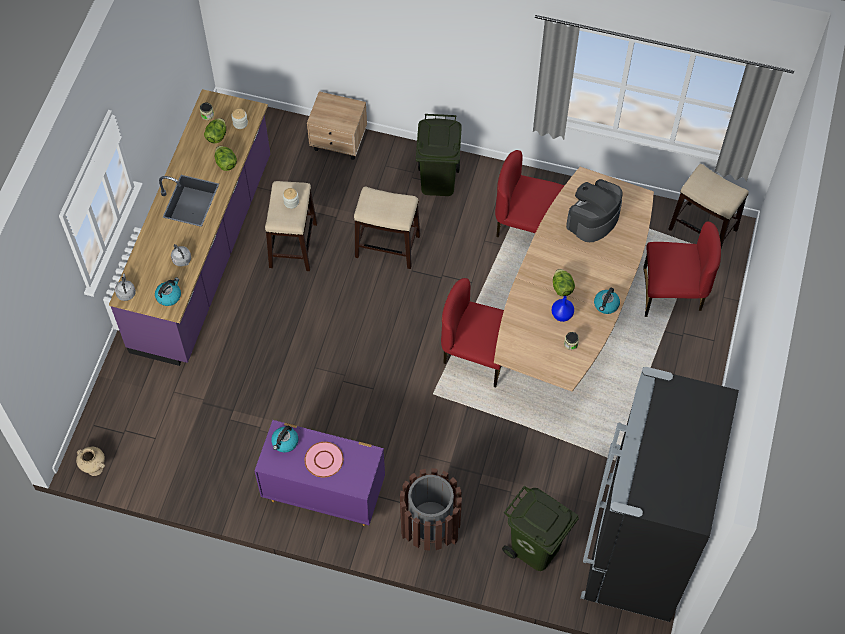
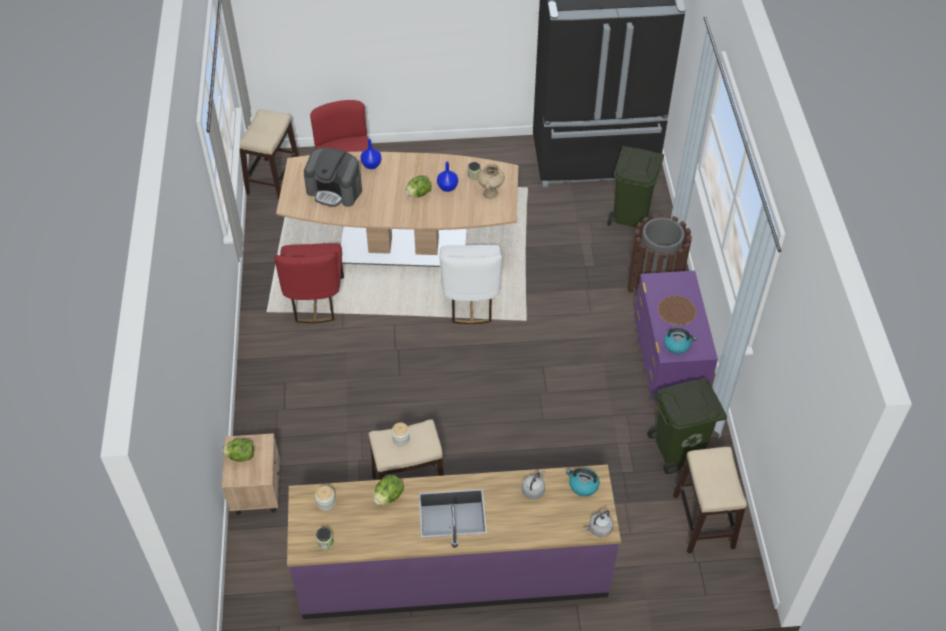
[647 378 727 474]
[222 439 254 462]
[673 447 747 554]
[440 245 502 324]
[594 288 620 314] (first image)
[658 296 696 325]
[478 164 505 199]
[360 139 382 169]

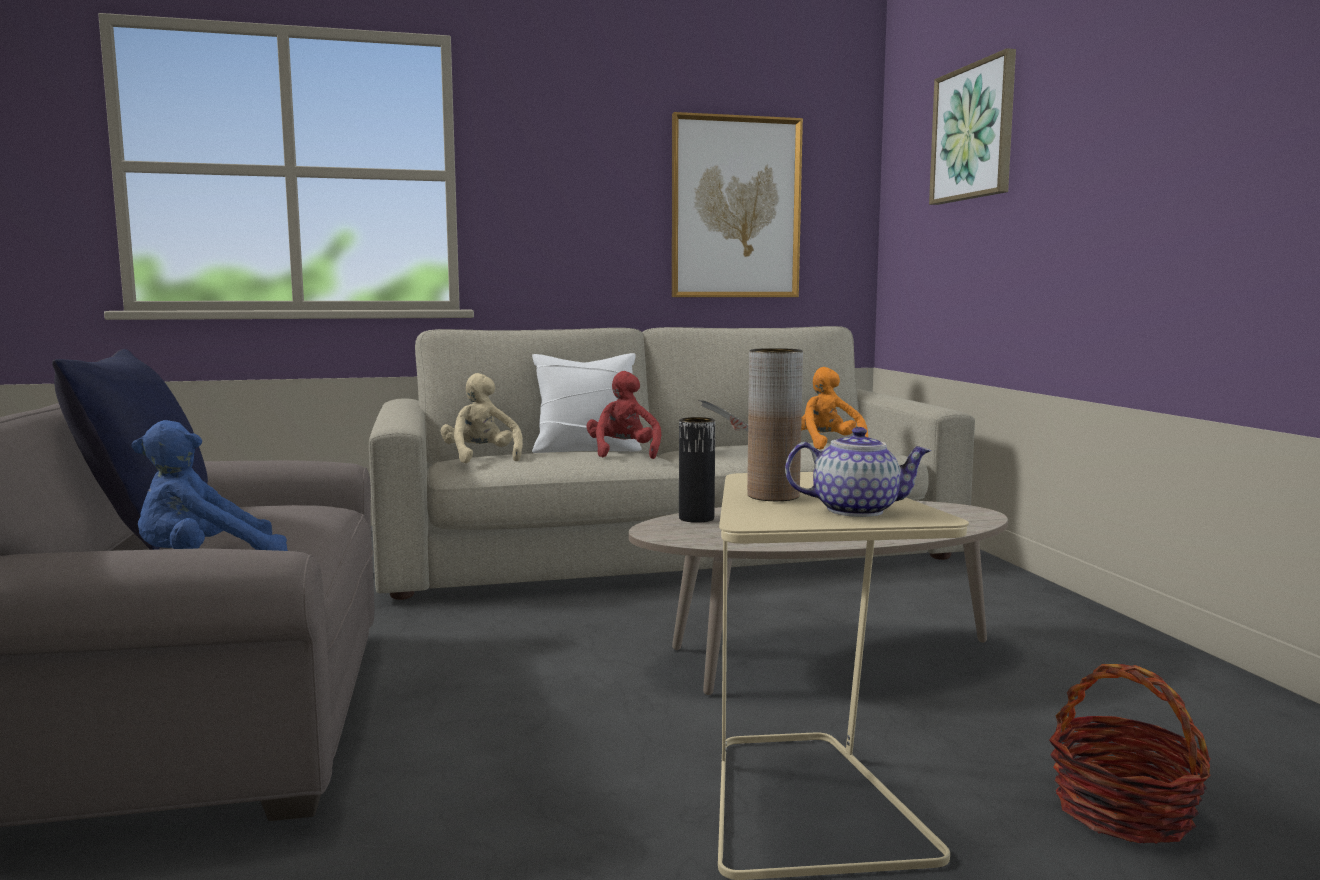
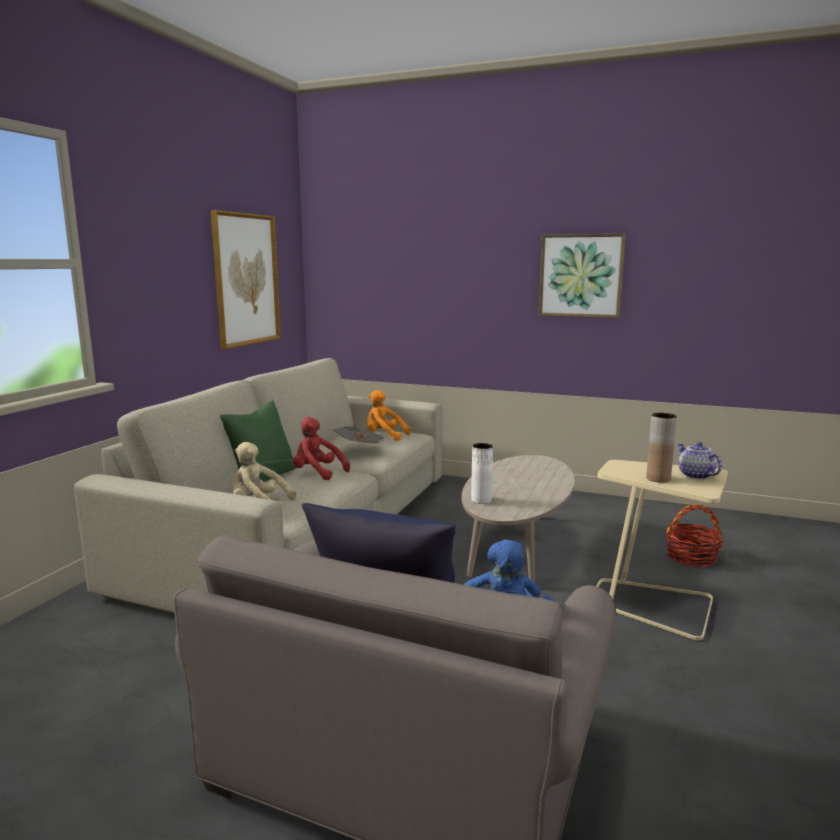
[538 233 626 318]
[220 400 296 482]
[471 443 493 504]
[677 442 722 479]

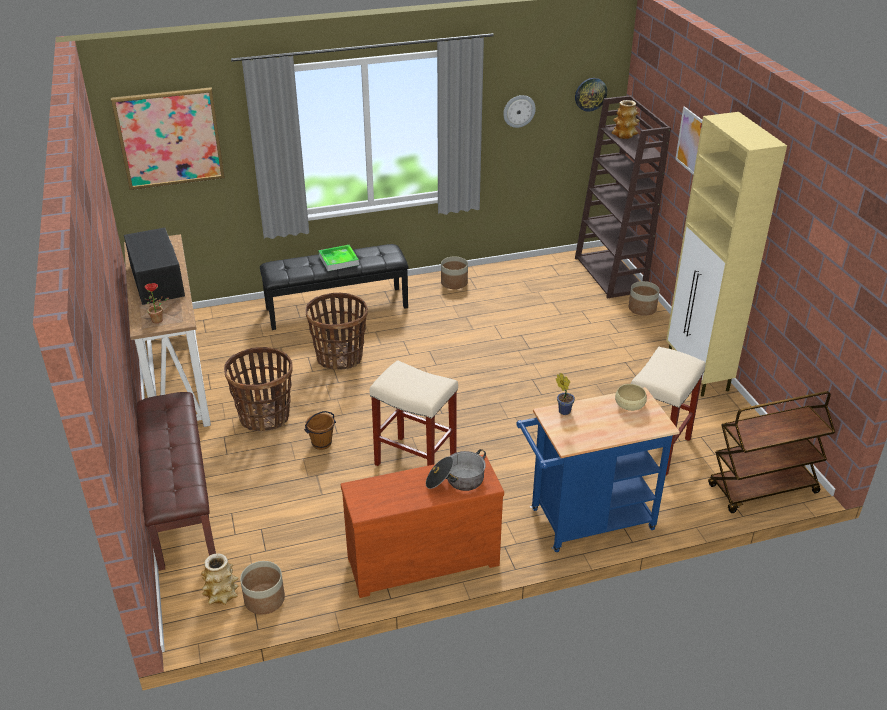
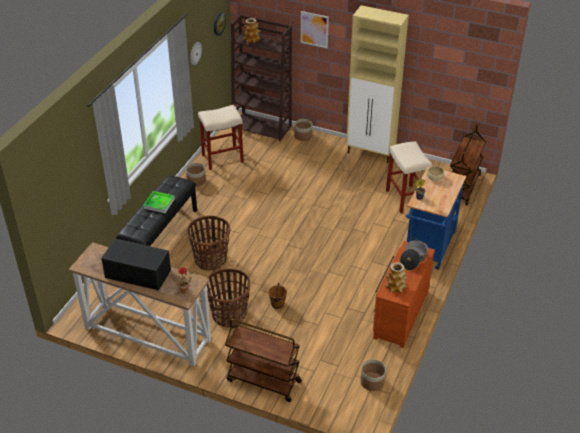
[111 87 225 190] (first image)
[198 105 244 170]
[225 319 302 402]
[385 262 408 293]

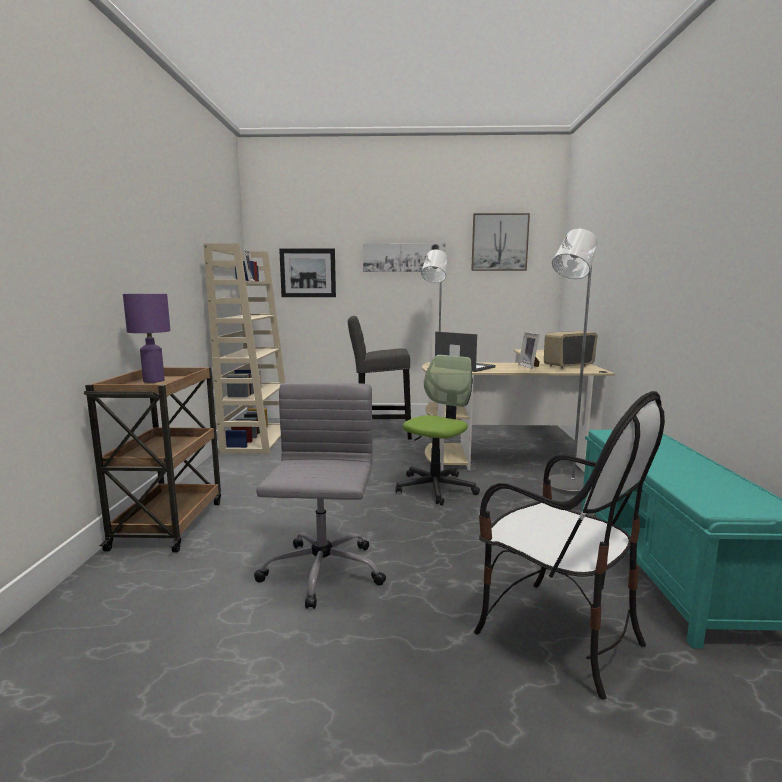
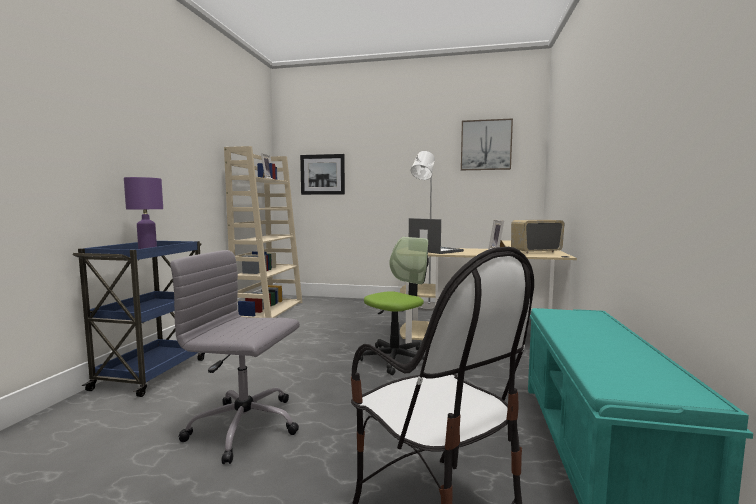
[549 229 598 495] (first image)
[363 243 446 272] (first image)
[348 316 412 440] (first image)
[73 241 205 397]
[170 250 300 464]

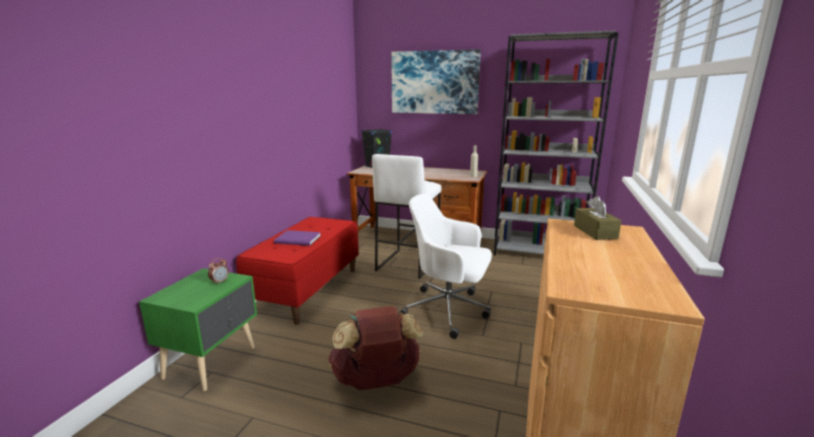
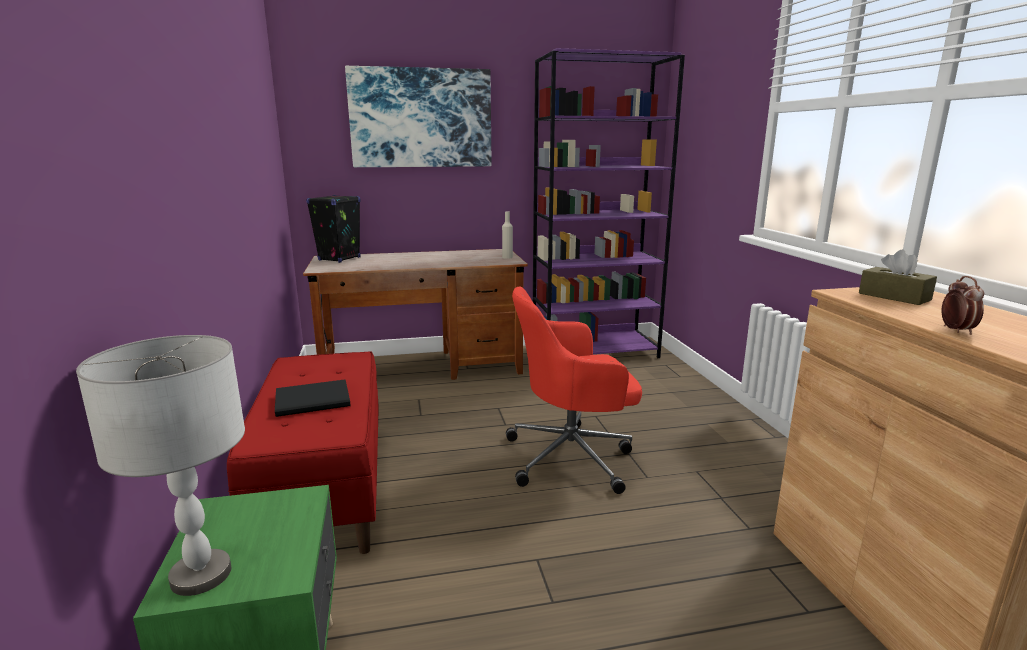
[533 48 685 358]
[372 154 441 279] (first image)
[506 287 642 494]
[275 379 350 417]
[941 276 984 335]
[328 306 423 390] (first image)
[76 335 245 596]

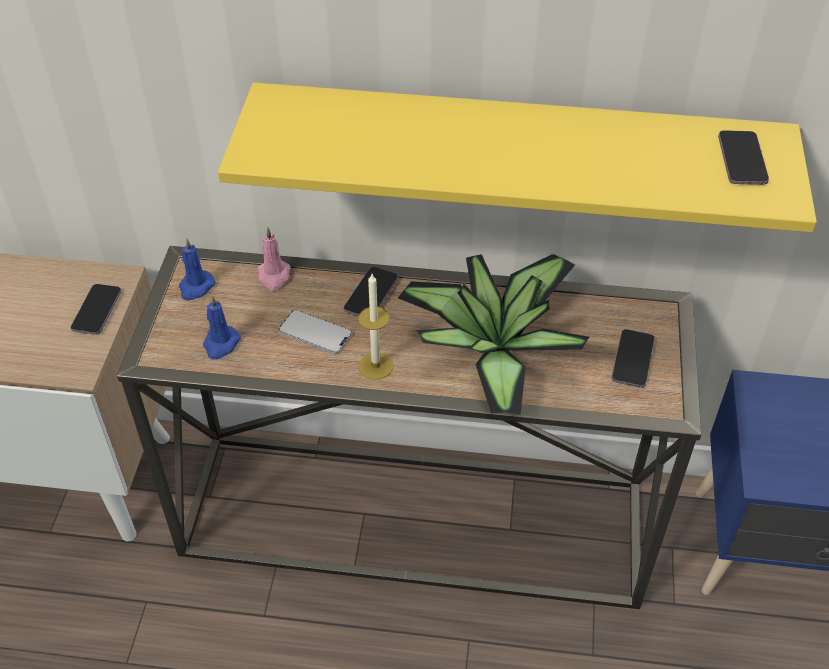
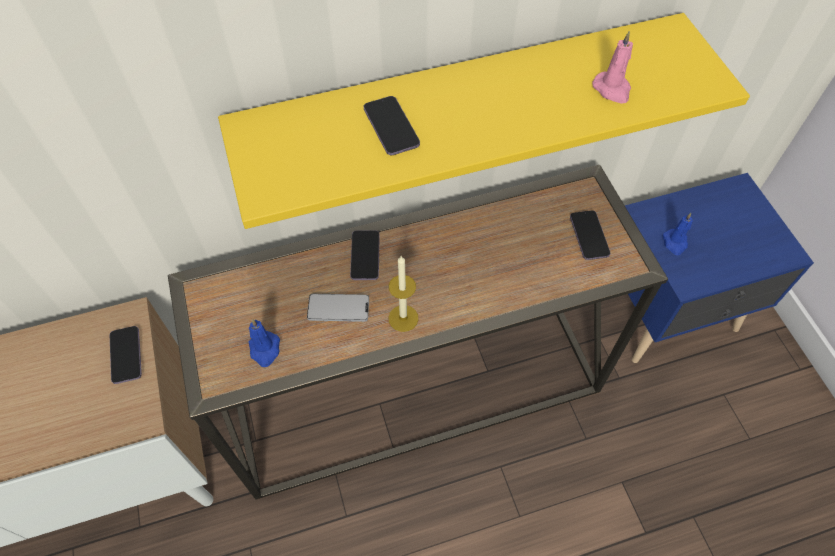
[364 96 420 155]
[592 31 633 104]
[662 213 693 255]
[398 254 590 415] (first image)

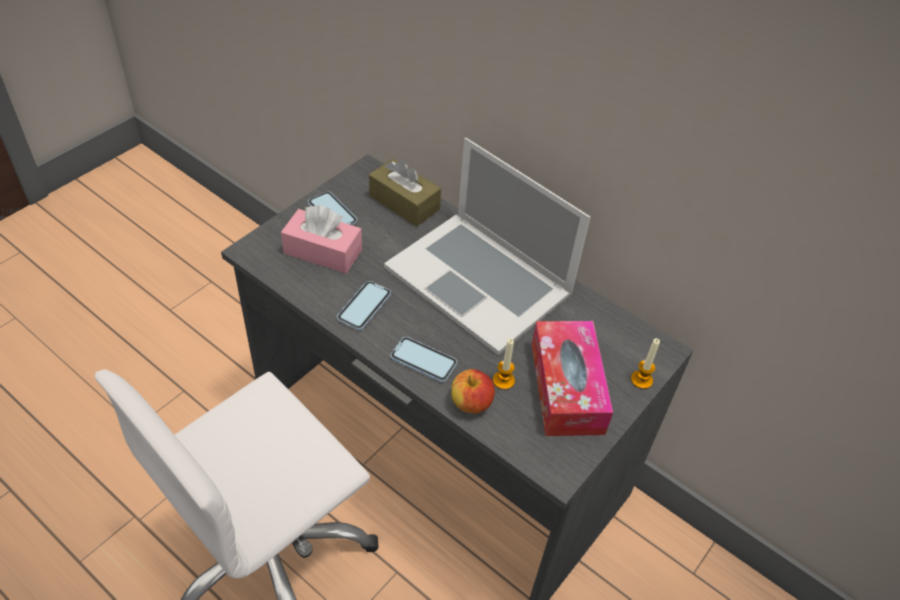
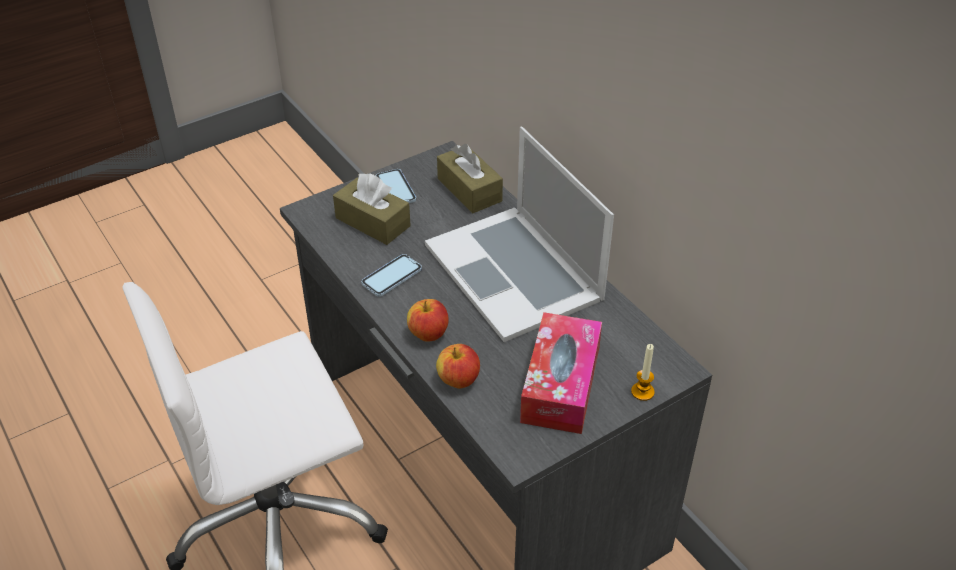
[333 173 411 245]
[407 299 449 342]
[493 338 515 390] (first image)

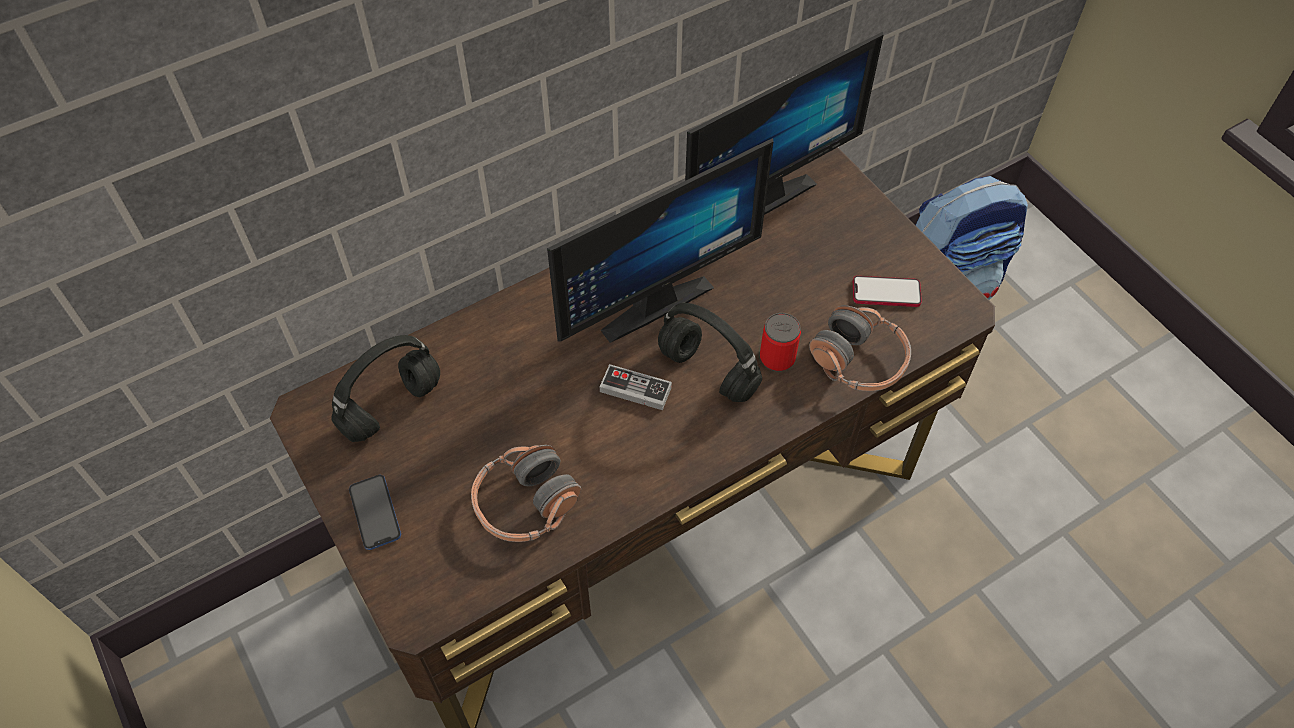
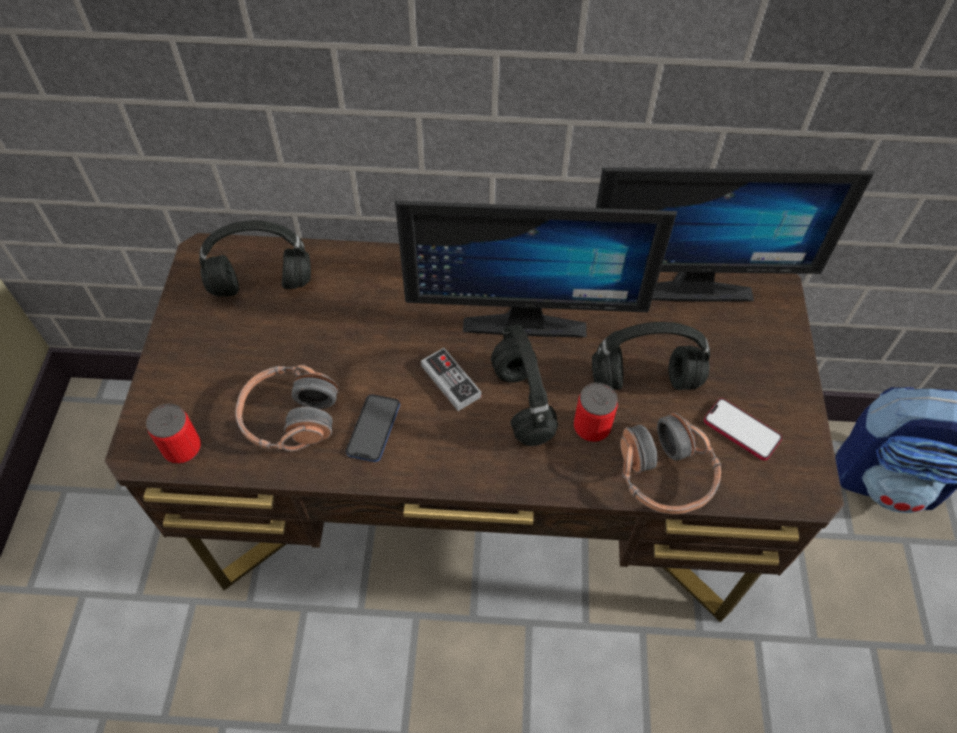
[346 394 400 462]
[592 322 710 390]
[146 404 201 464]

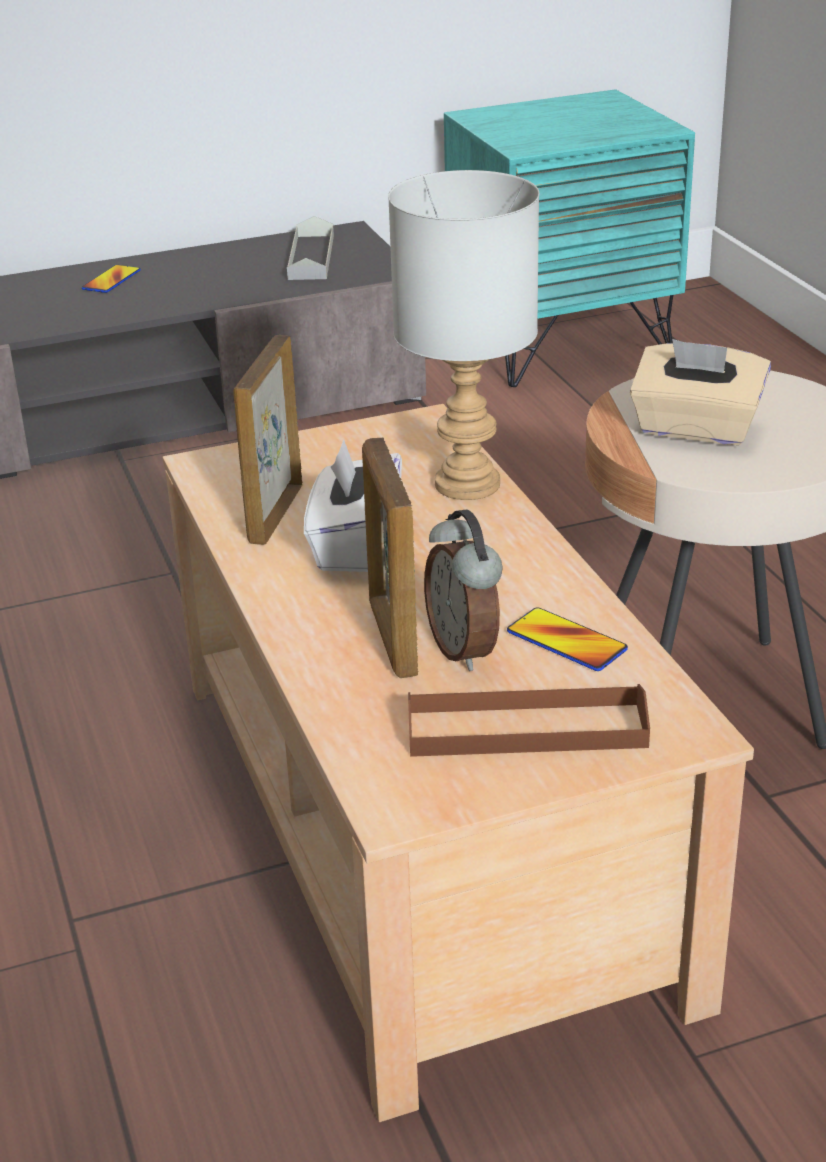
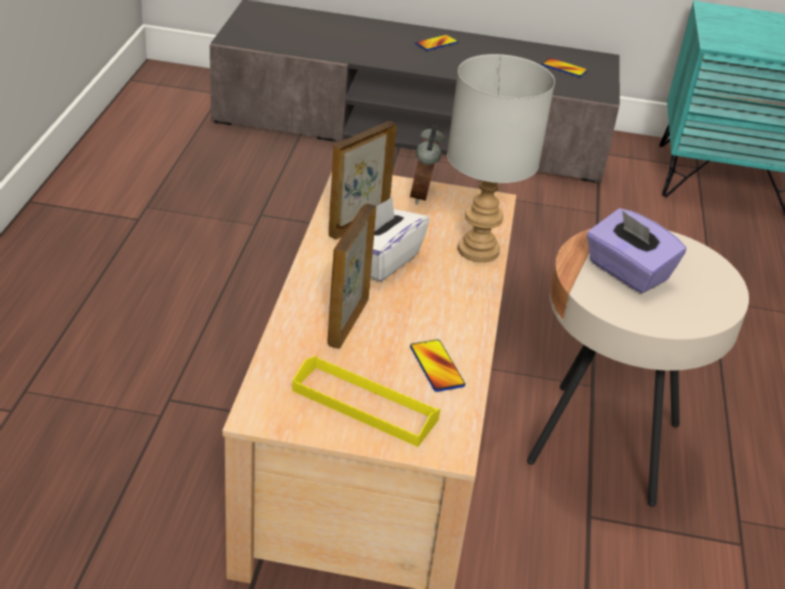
[542 58 588 77]
[587 208 686 293]
[410 124 445 205]
[292 356 440 447]

